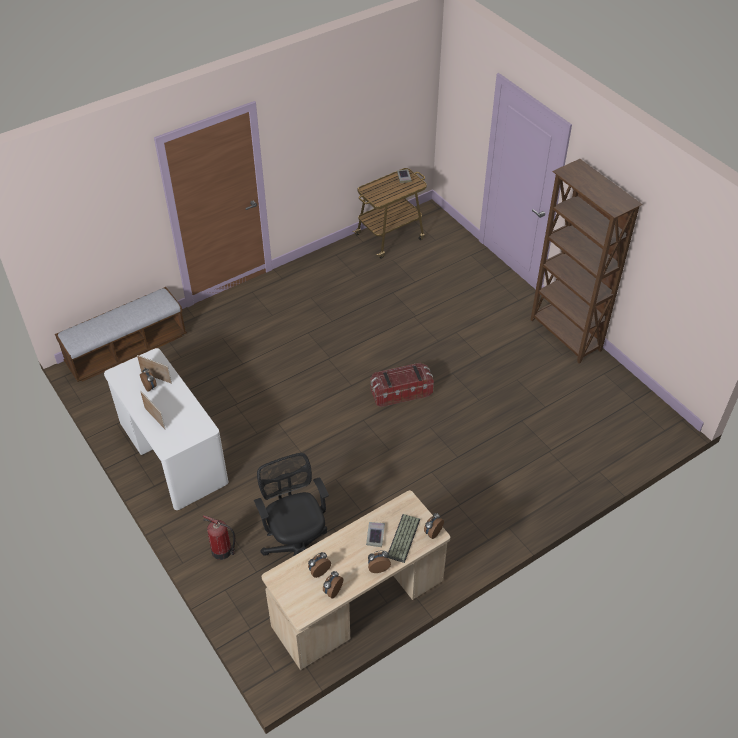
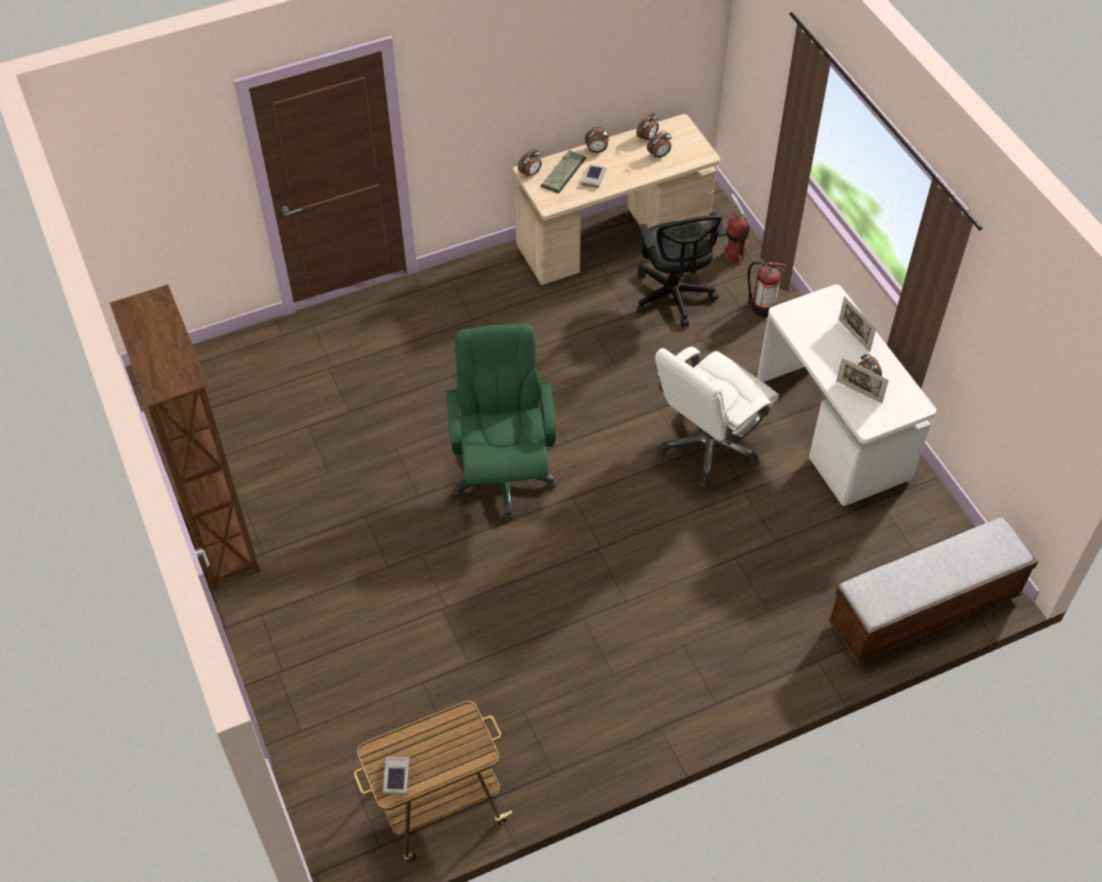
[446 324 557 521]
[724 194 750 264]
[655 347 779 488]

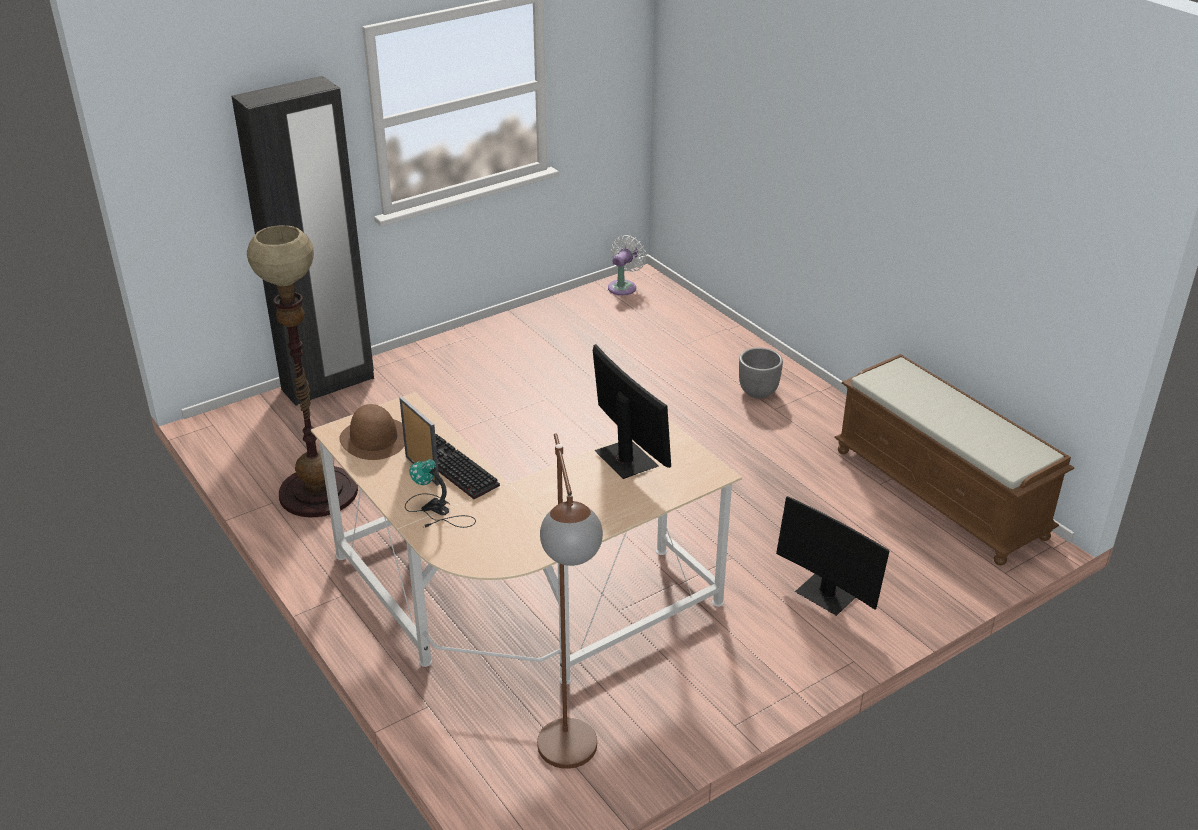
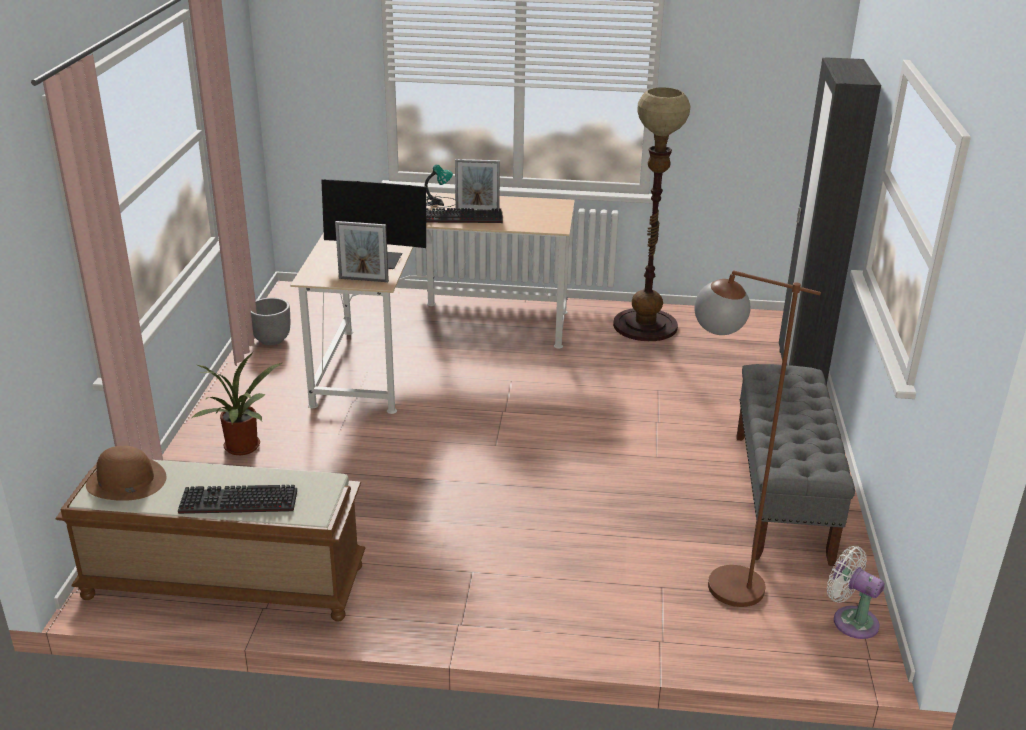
[827 546 885 639]
[251 298 290 345]
[86 446 166 501]
[694 270 821 607]
[193 353 282 455]
[335 221 389 282]
[736 364 855 566]
[178 485 297 514]

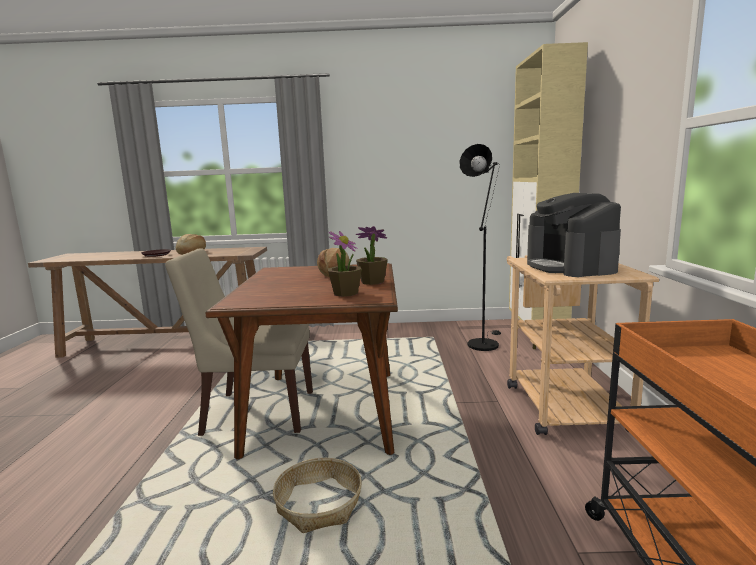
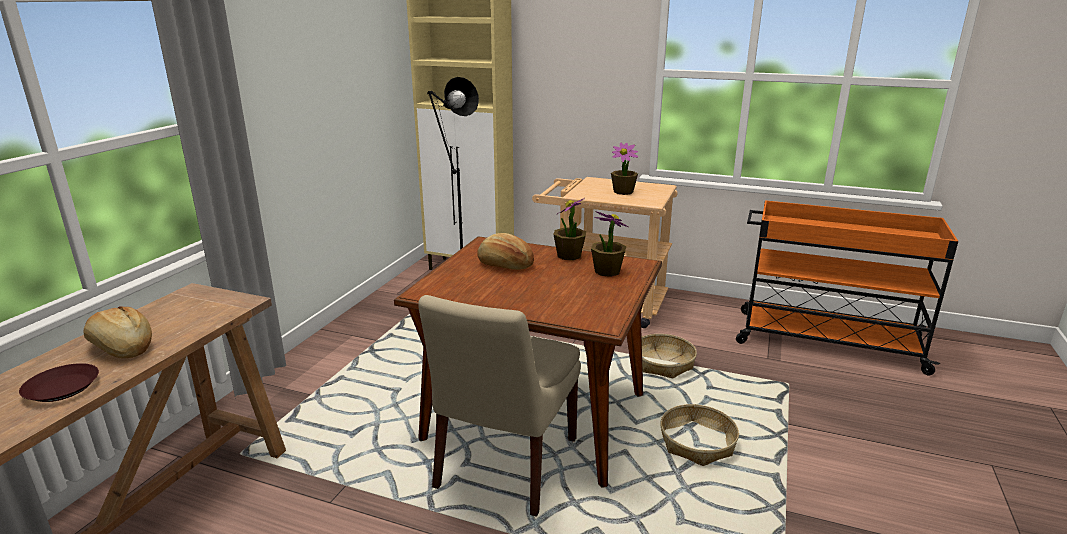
[611 143 638 195]
[642 334 697 378]

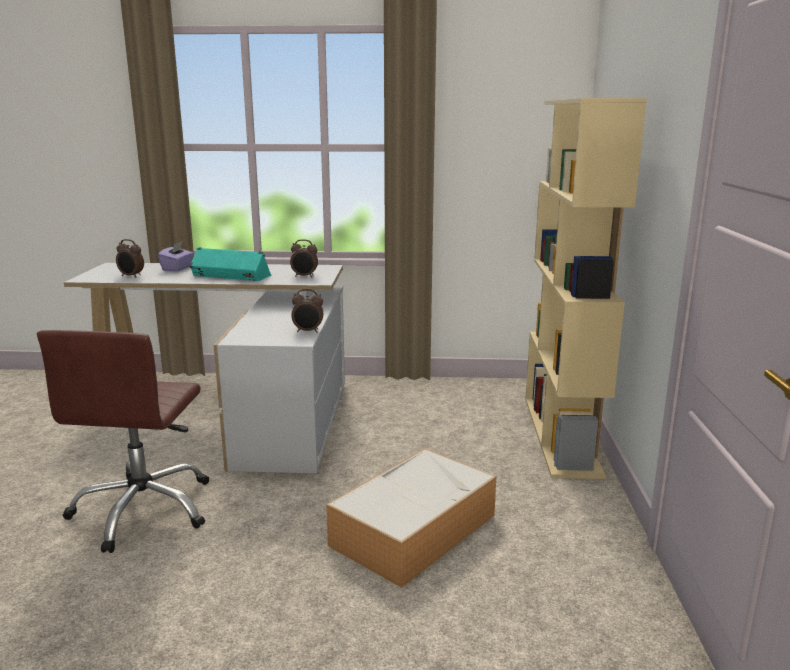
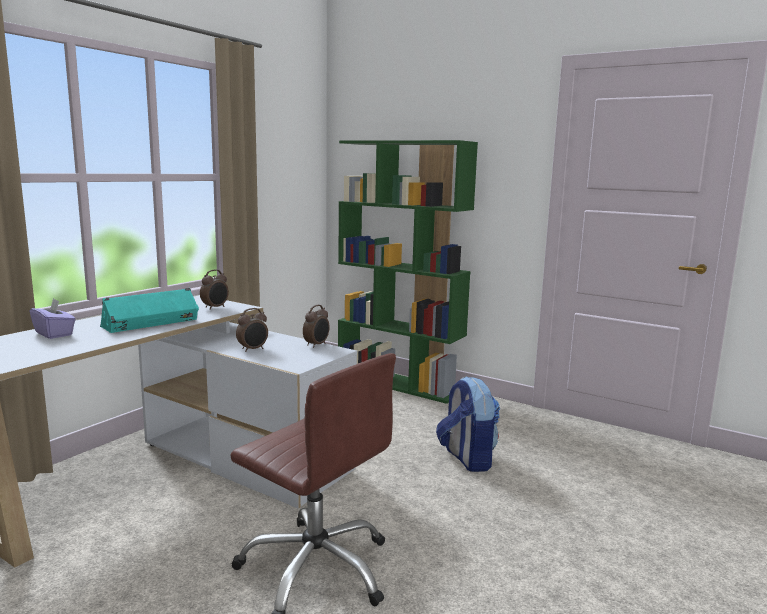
[338 140 478 404]
[236 308 268 352]
[436 376 500 472]

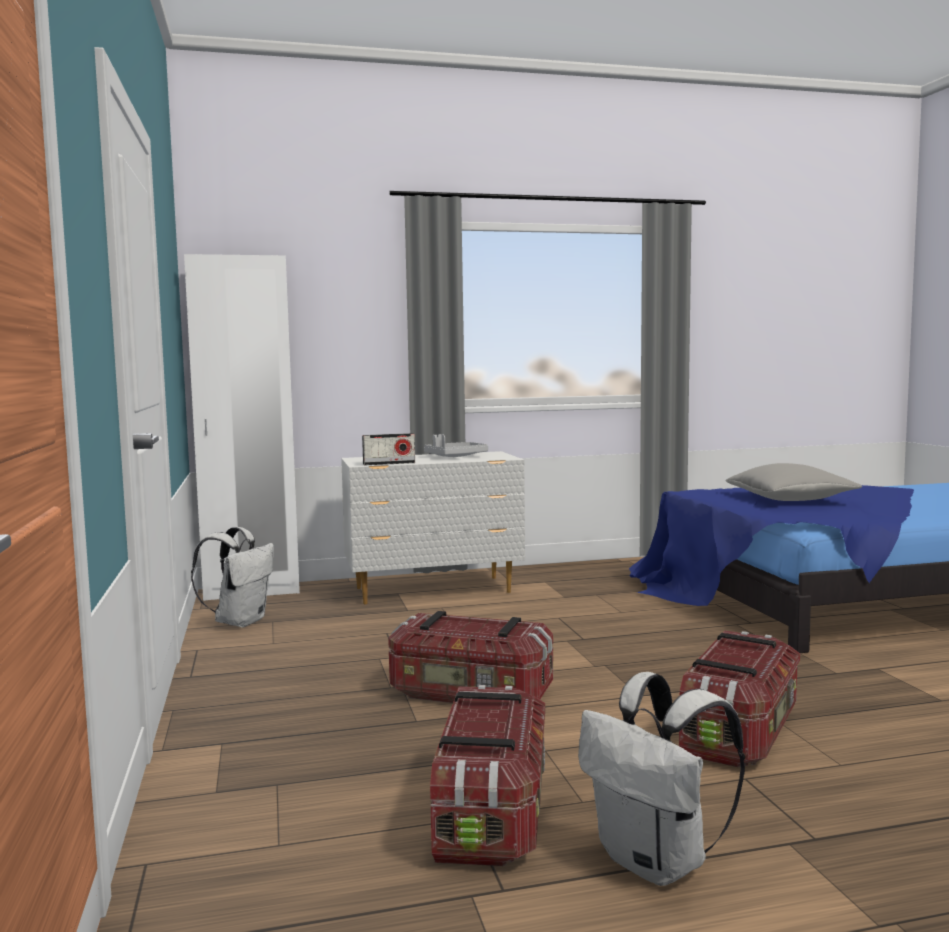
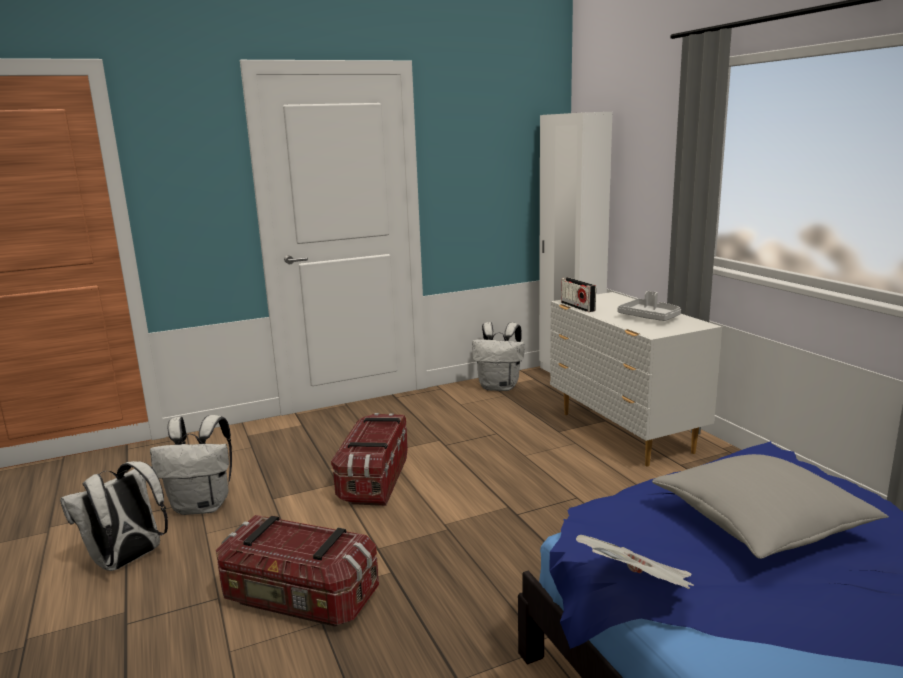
[150 415 232 515]
[576 535 694 589]

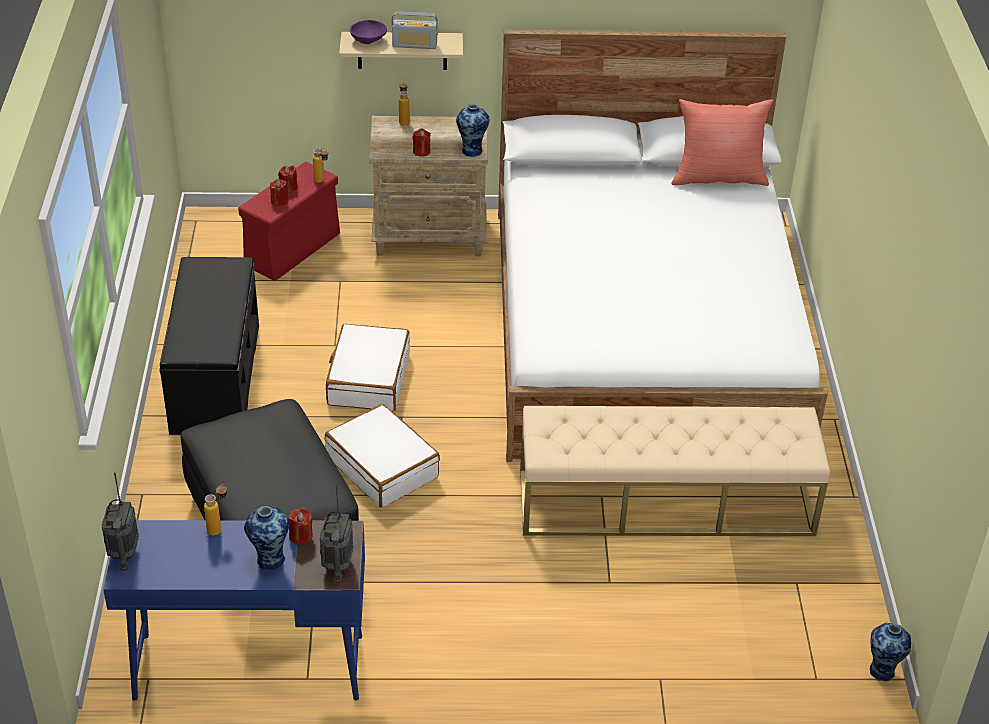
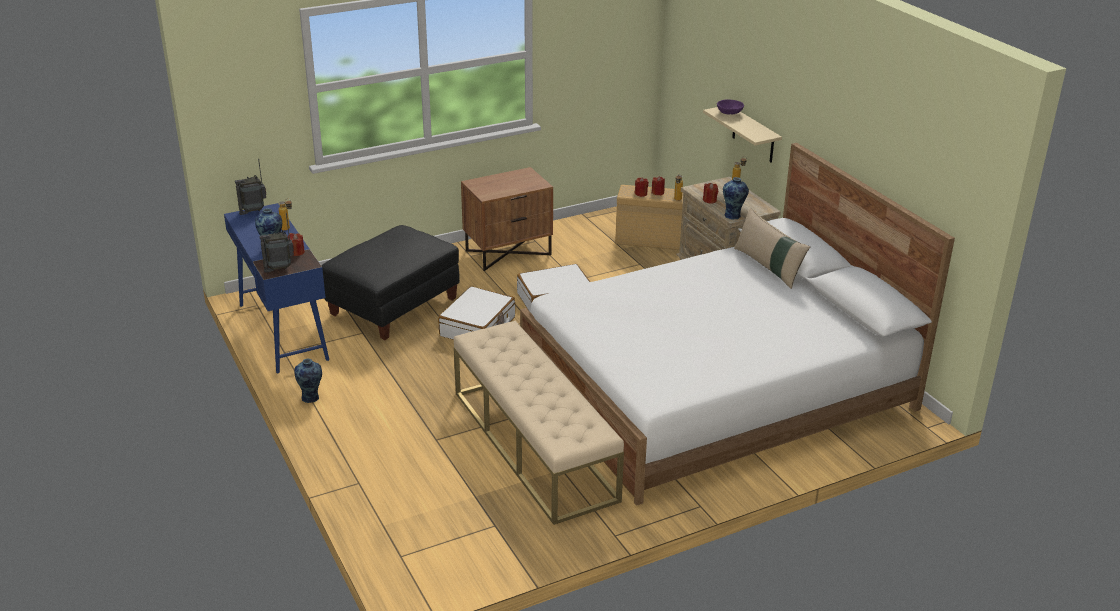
[391 12 438 49] (first image)
[672 99 774 186] (first image)
[615 185 683 250]
[461 167 553 271]
[294 359 322 403]
[734 208 810 289]

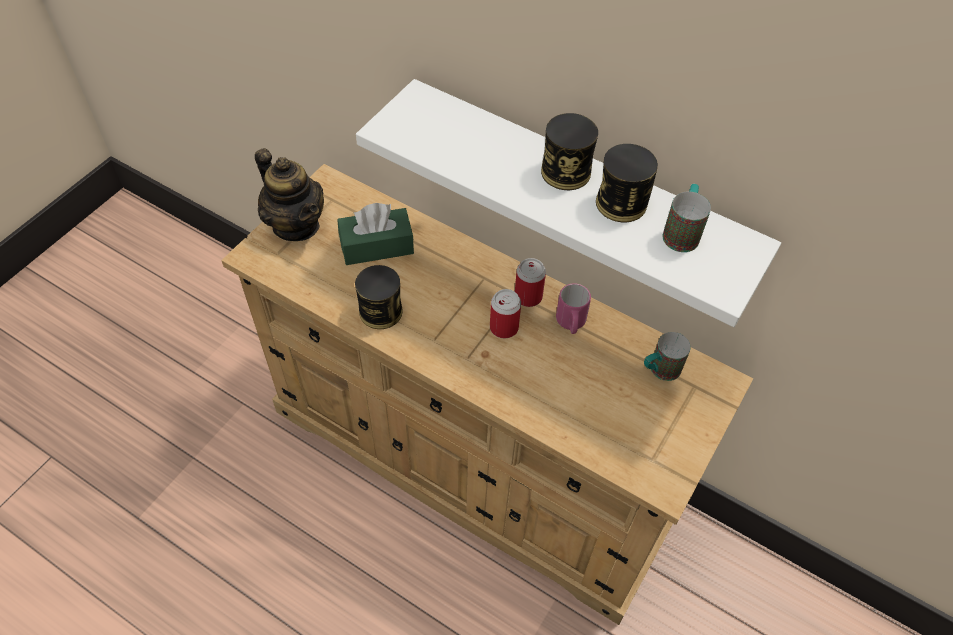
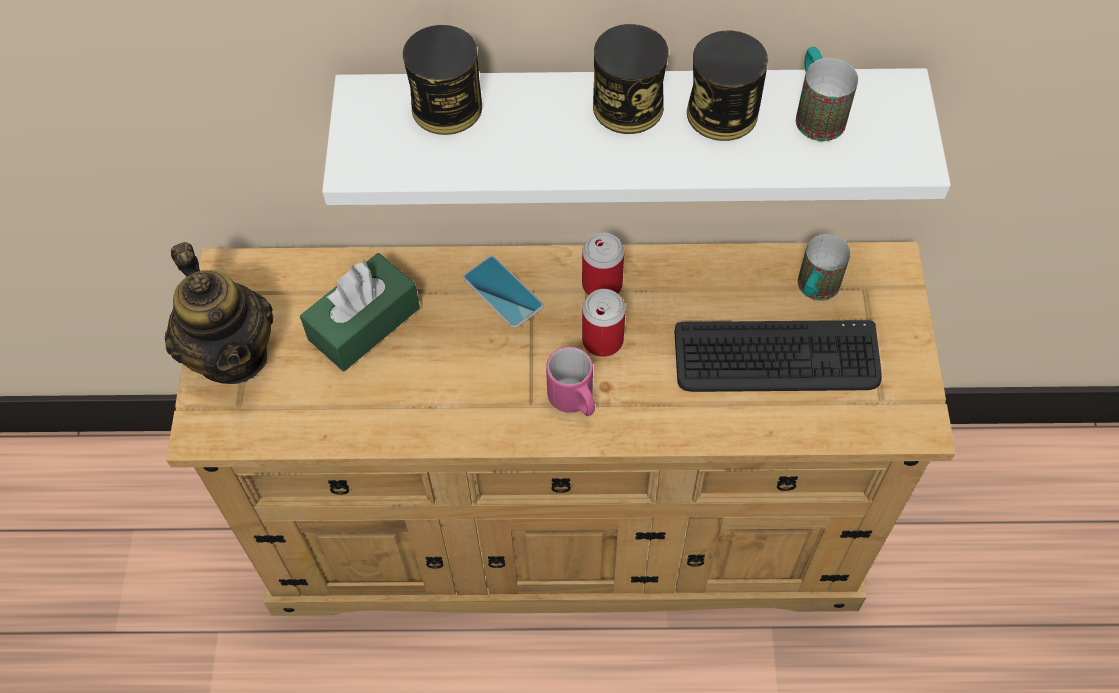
[165 242 273 384]
[403 25 482 135]
[546 347 595 416]
[463 256 544 328]
[675 320 882 392]

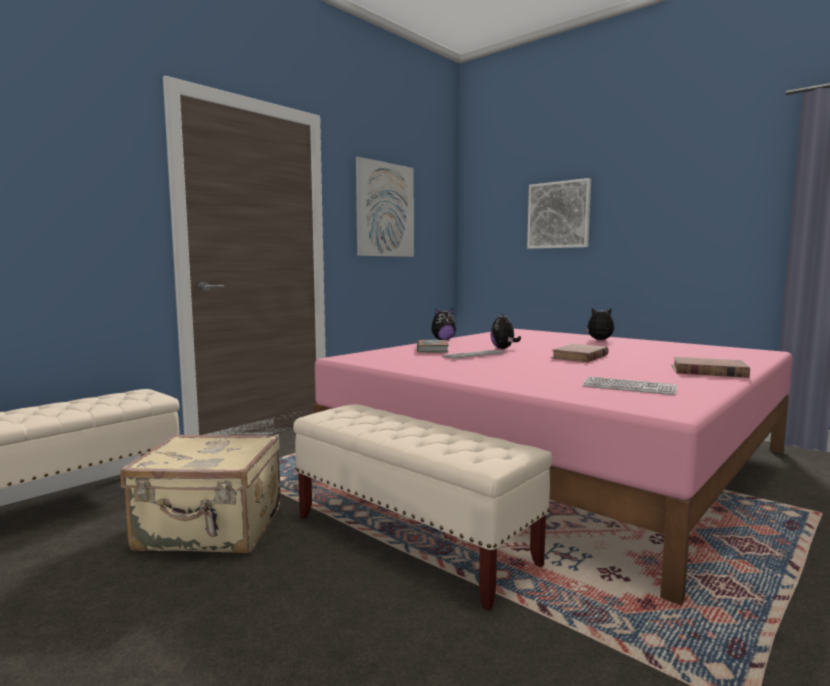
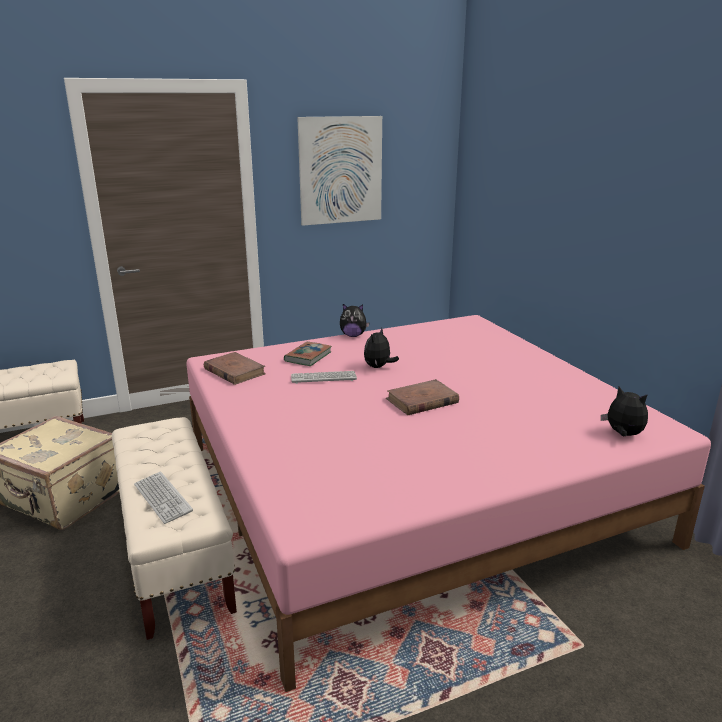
[527 178 591 249] (first image)
[601 386 648 436]
[204 352 266 385]
[134 471 193 524]

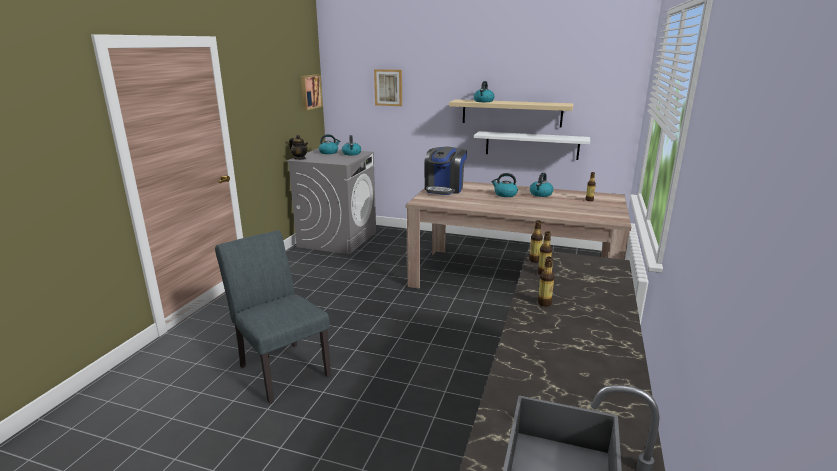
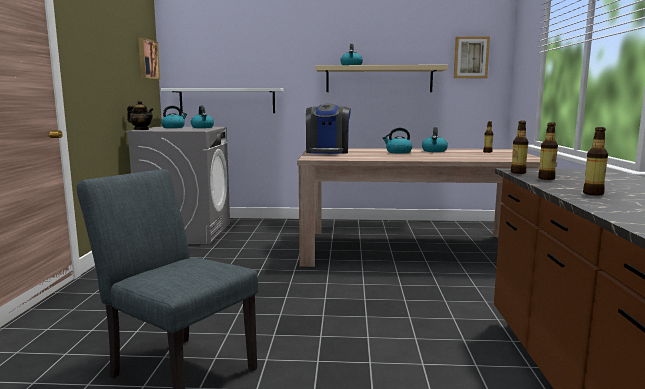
[454 36 490 78]
[161 88 284 113]

